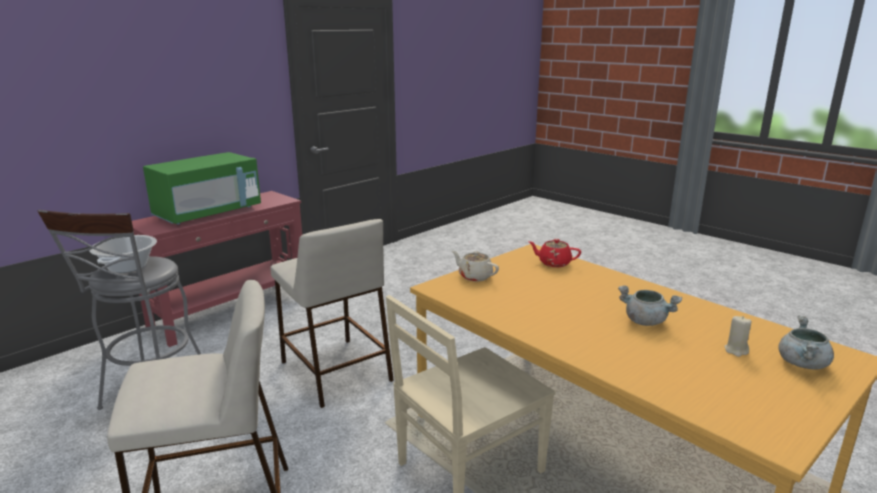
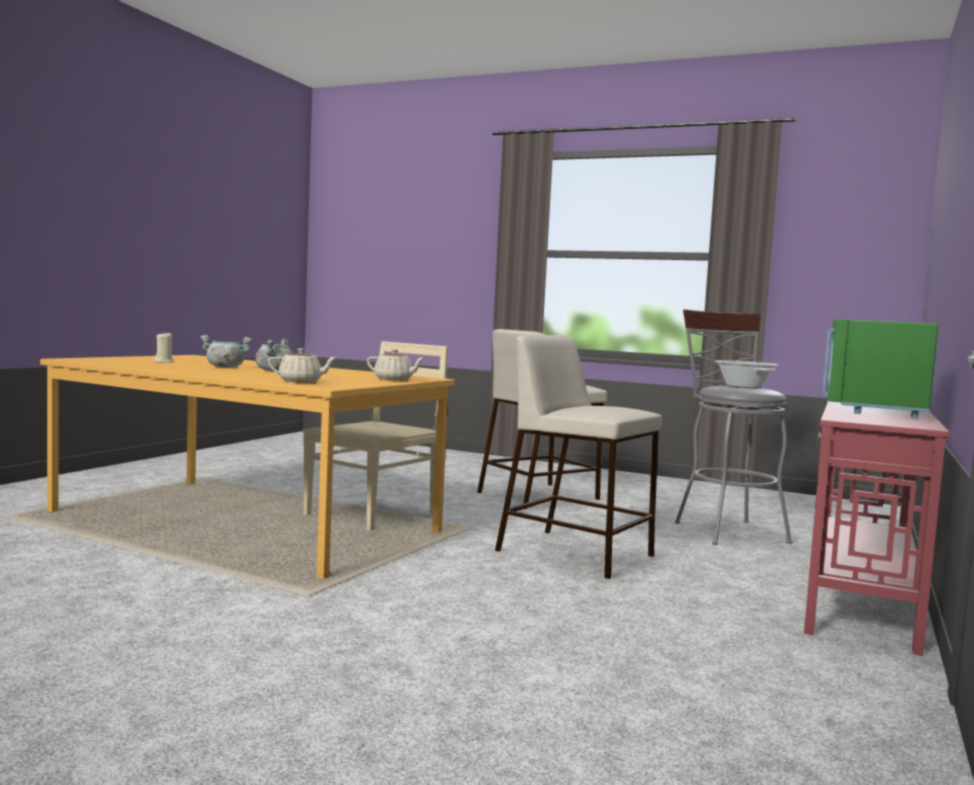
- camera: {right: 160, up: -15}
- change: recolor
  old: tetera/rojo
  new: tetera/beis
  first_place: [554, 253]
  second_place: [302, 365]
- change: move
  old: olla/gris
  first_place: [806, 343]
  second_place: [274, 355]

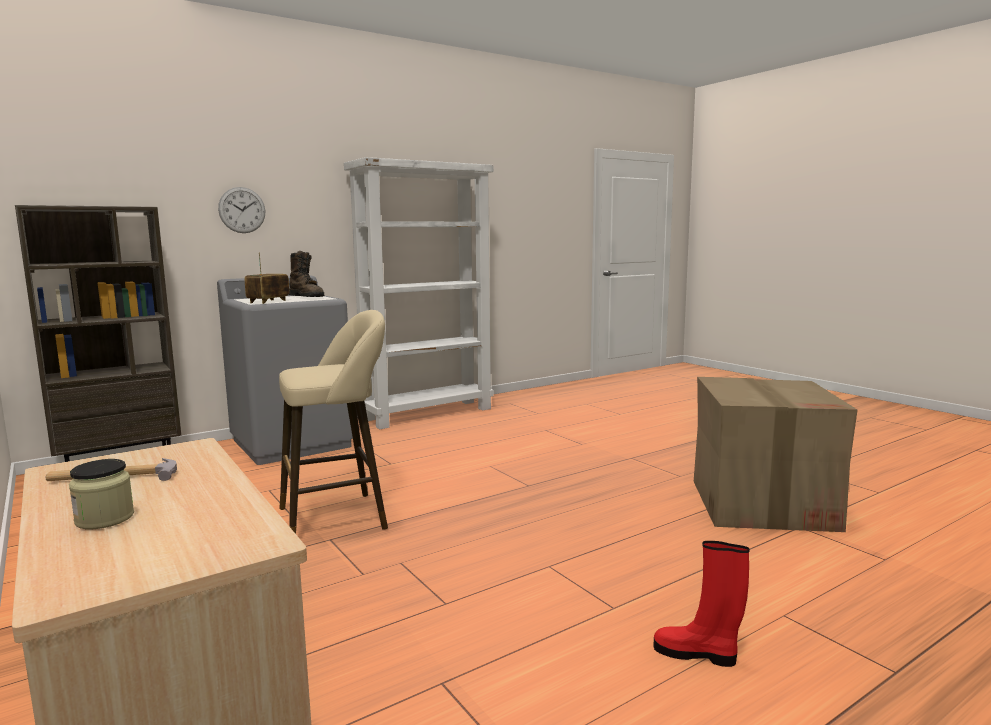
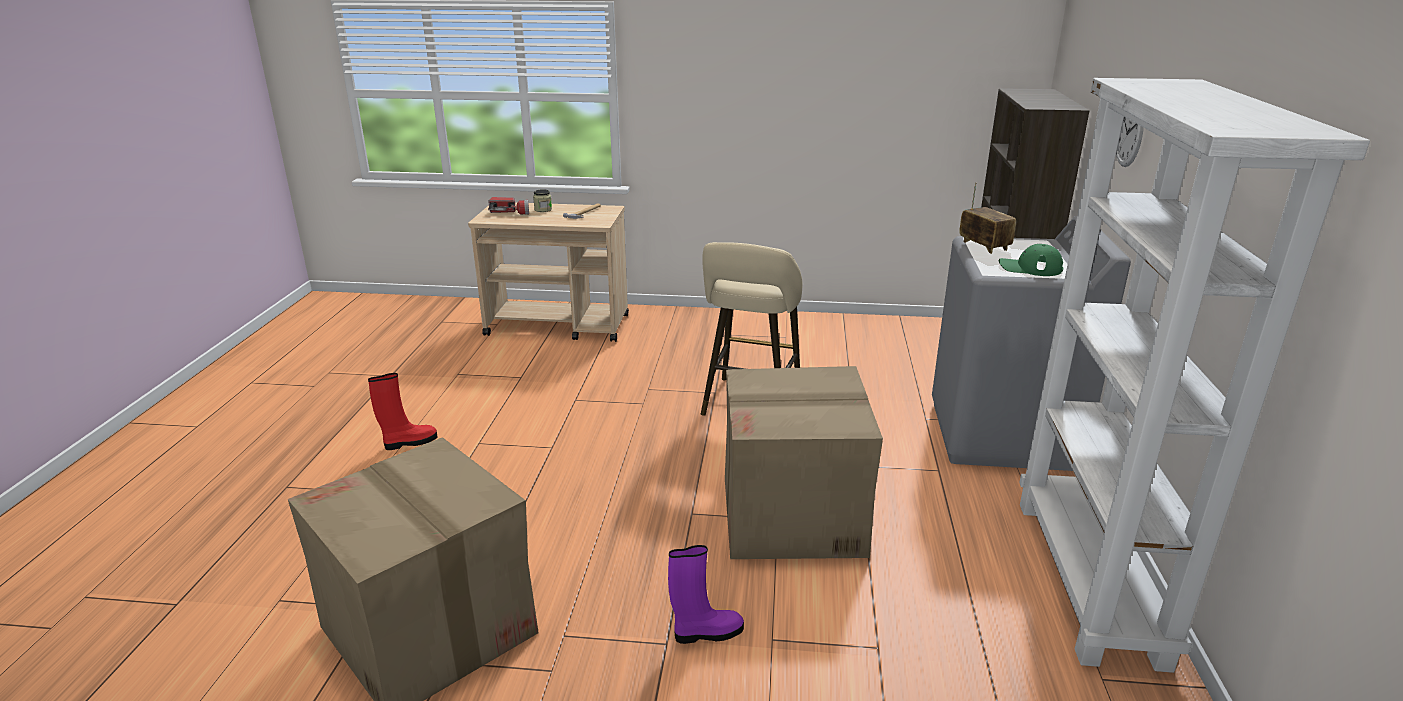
- camera: {right: 130, up: 15}
- change: replace
  old: bota/marrón
  new: gorra/verde
  first_place: [306, 274]
  second_place: [1031, 260]
- change: insert
  new: linterna
  second_place: [508, 206]
- change: insert
  new: caja de cartón
  second_place: [804, 462]
- change: insert
  new: bota/morado
  second_place: [706, 594]

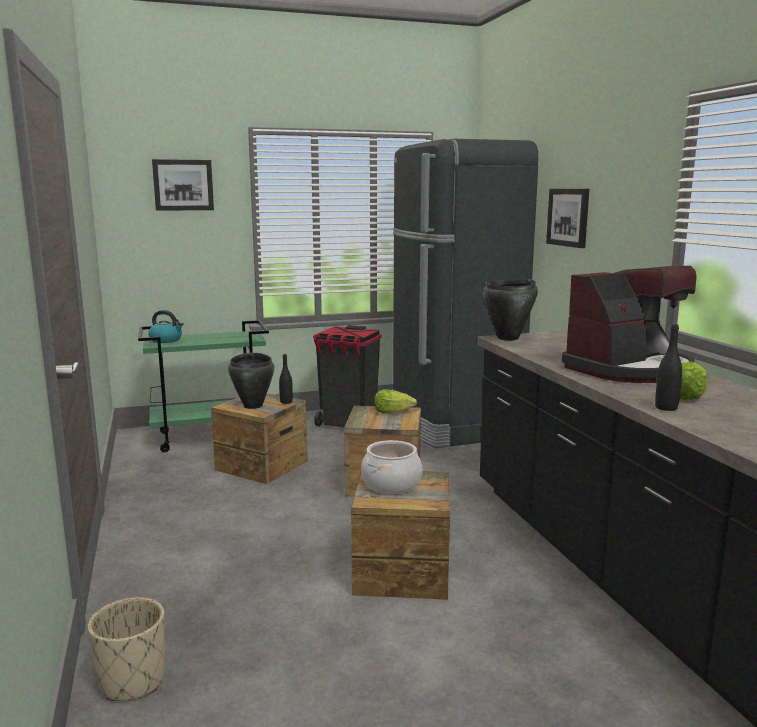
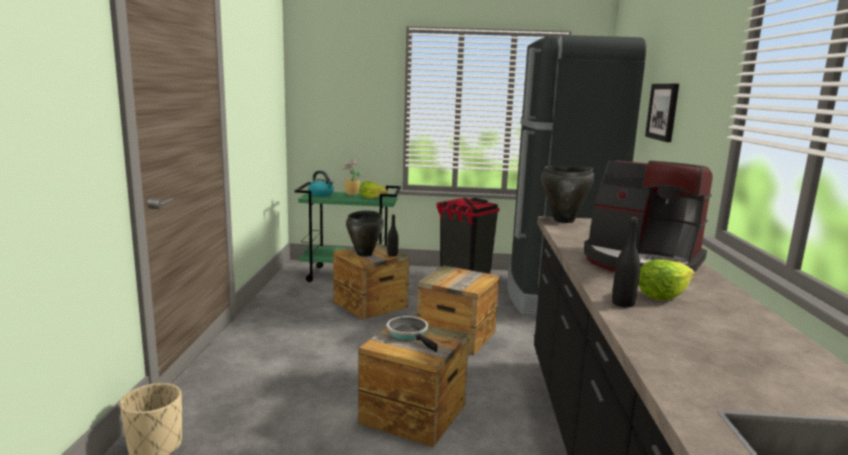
- camera: {right: 20, up: 0}
- change: delete
  old: cuadro
  first_place: [183, 185]
- change: rotate
  old: cafetera
  first_place: [629, 324]
  second_place: [648, 216]
  degrees: 45
- change: move
  old: lechuga
  first_place: [396, 401]
  second_place: [373, 189]
- change: replace
  old: olla
  new: sartén
  first_place: [391, 467]
  second_place: [412, 334]
- change: insert
  new: planta en maceta
  second_place: [352, 177]

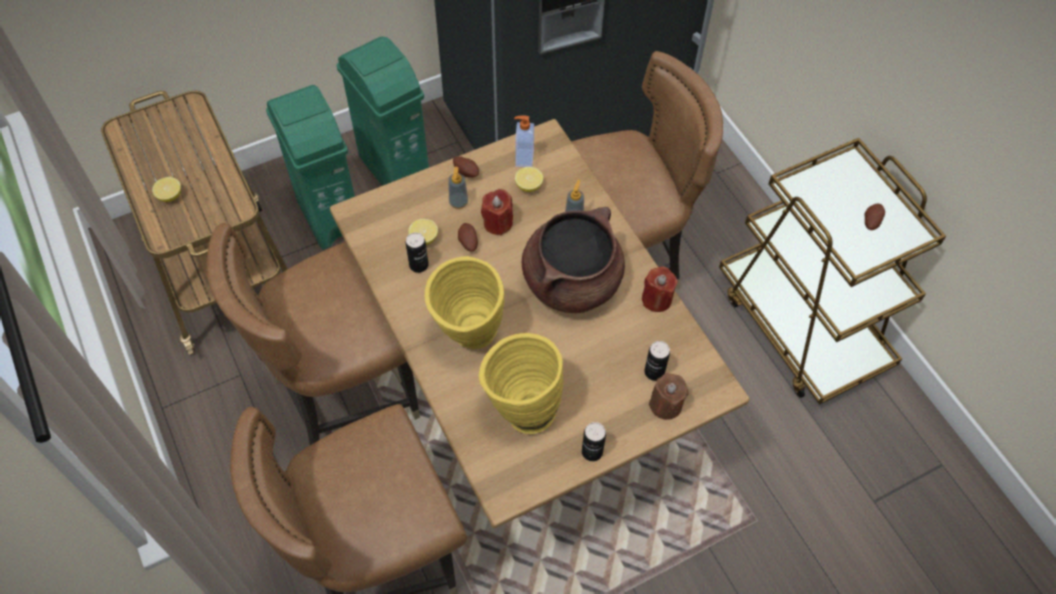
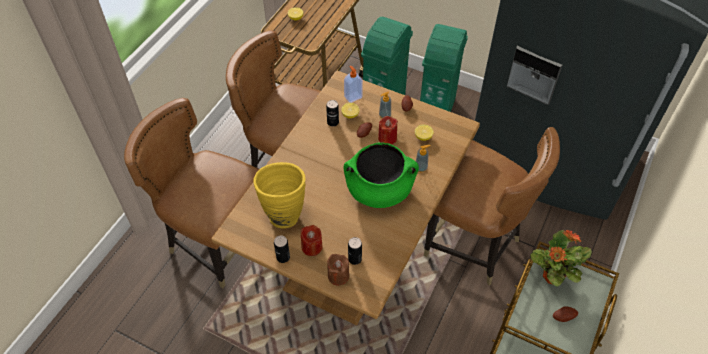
- camera: {right: 55, up: -5}
- change: move
  old: dispensador de jabón
  first_place: [524, 141]
  second_place: [353, 84]
- change: recolor
  old: olla/marrón
  new: olla/verde
  first_place: [573, 260]
  second_place: [381, 175]
- change: delete
  old: florero/amarillo
  first_place: [464, 302]
- change: move
  old: vela/rojo
  first_place: [660, 289]
  second_place: [311, 240]
- change: insert
  new: planta en maceta
  second_place: [561, 258]

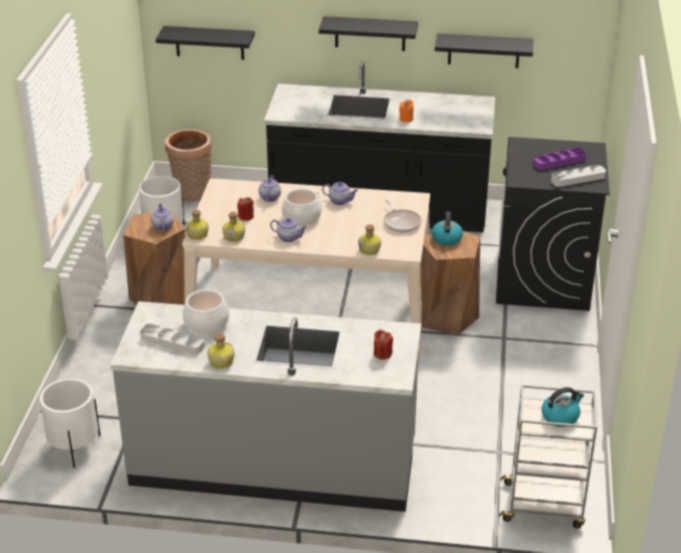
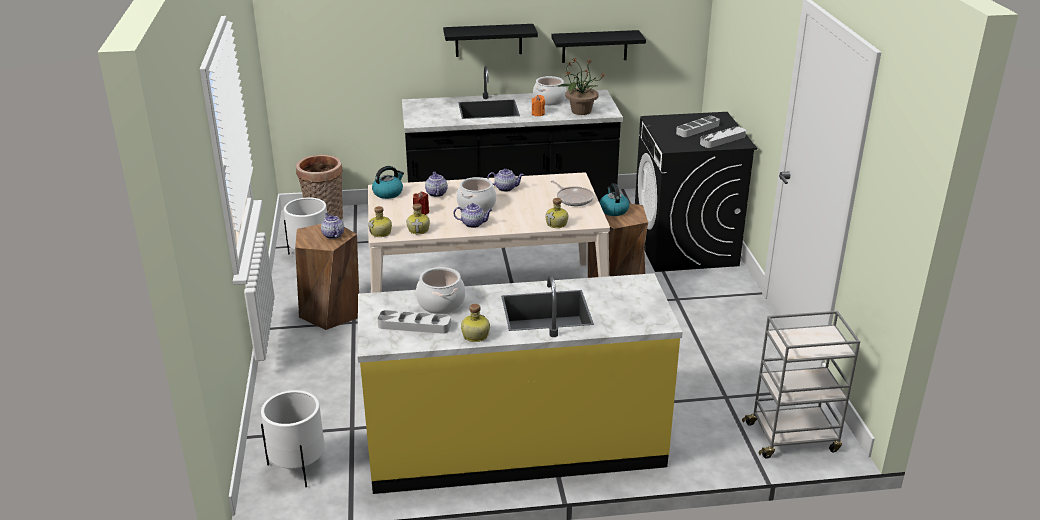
- camera: {right: -15, up: -5}
- change: delete
  old: estante/negro
  first_place: [205, 43]
- change: recolor
  old: bandeja/morado
  new: bandeja/gris
  first_place: [559, 159]
  second_place: [698, 126]
- change: recolor
  old: mueble bajo de cocina/gris
  new: mueble bajo de cocina/amarillo
  first_place: [265, 406]
  second_place: [520, 383]
- change: delete
  old: vela/rojo
  first_place: [383, 344]
- change: move
  old: hervidor
  first_place: [562, 407]
  second_place: [388, 182]
- change: insert
  new: planta en maceta
  second_place: [581, 86]
- change: insert
  new: olla
  second_place: [549, 90]

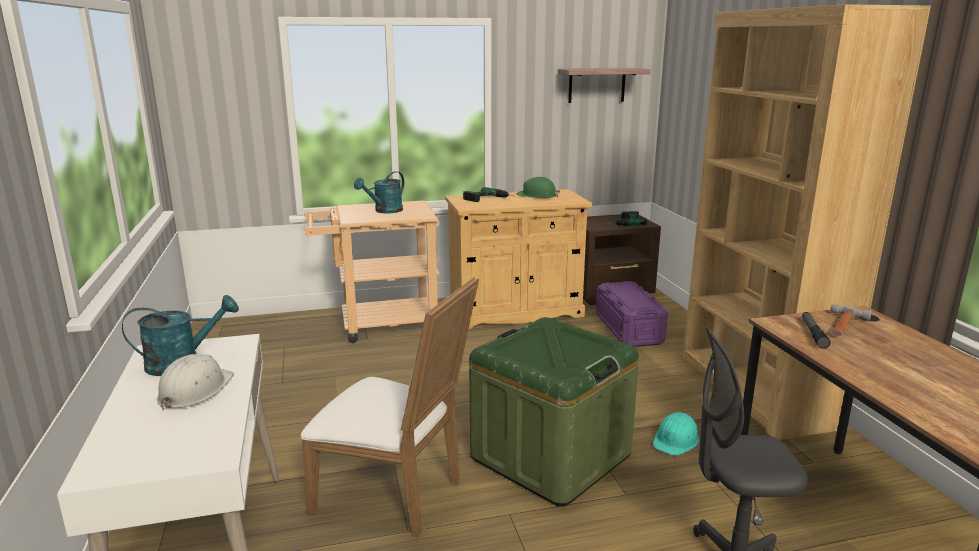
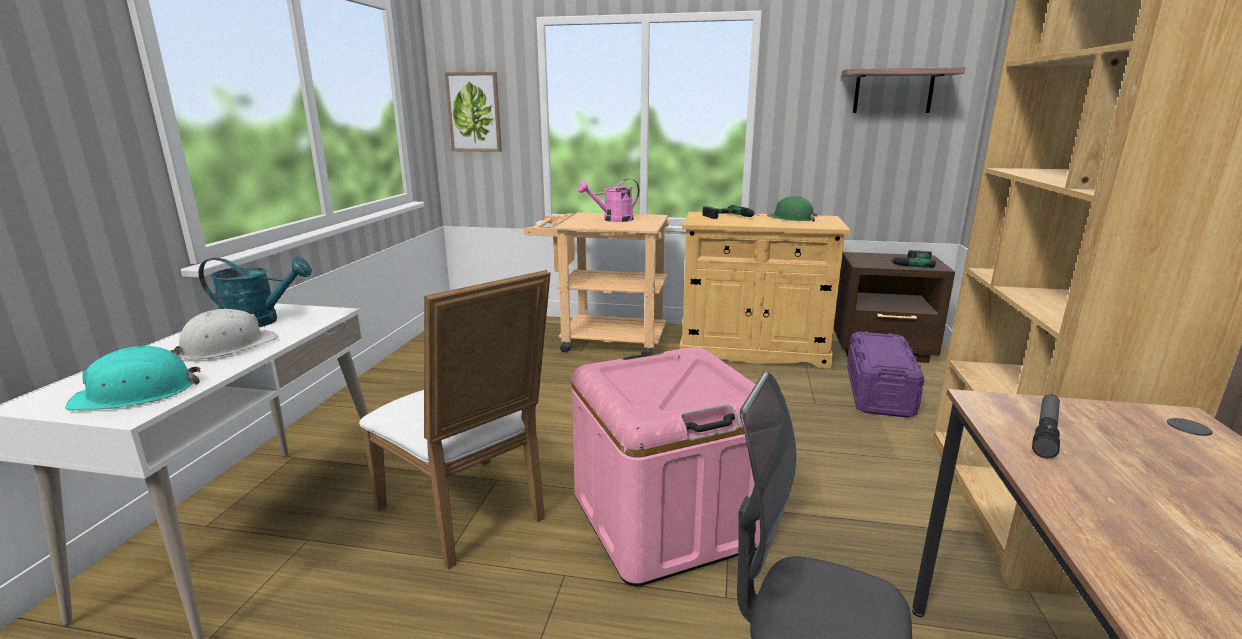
- camera: {right: 25, up: 0}
- change: recolor
  old: regadera/turquesa
  new: regadera/rosa
  first_place: [379, 192]
  second_place: [609, 200]
- change: delete
  old: martillo
  first_place: [851, 320]
- change: recolor
  old: caja de almacenaje/verde
  new: caja de almacenaje/rosa
  first_place: [554, 411]
  second_place: [665, 467]
- change: move
  old: casco/turquesa
  first_place: [676, 433]
  second_place: [132, 378]
- change: insert
  new: cuadro
  second_place: [473, 112]

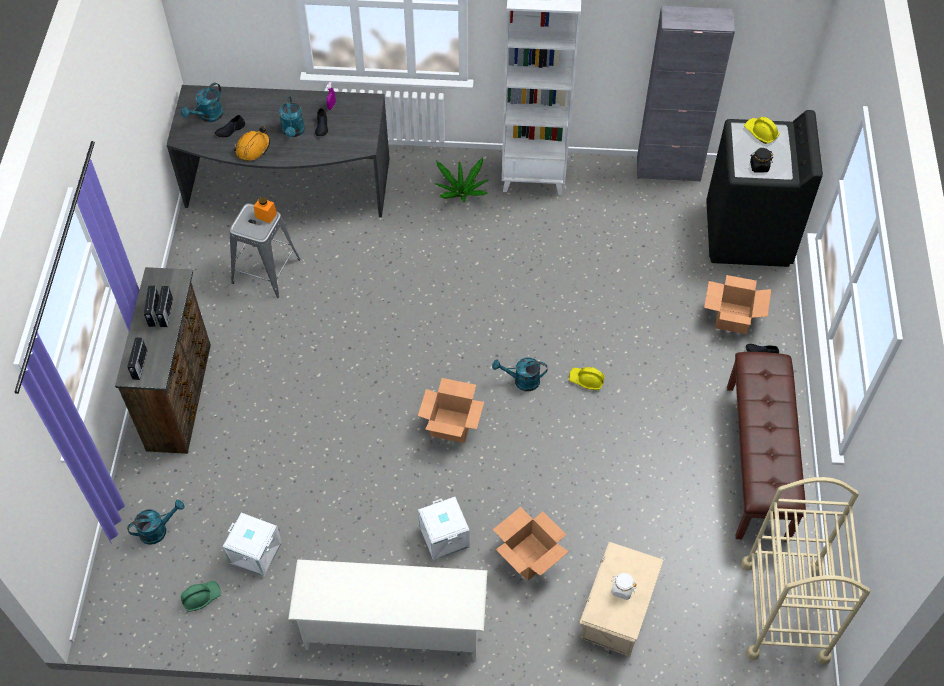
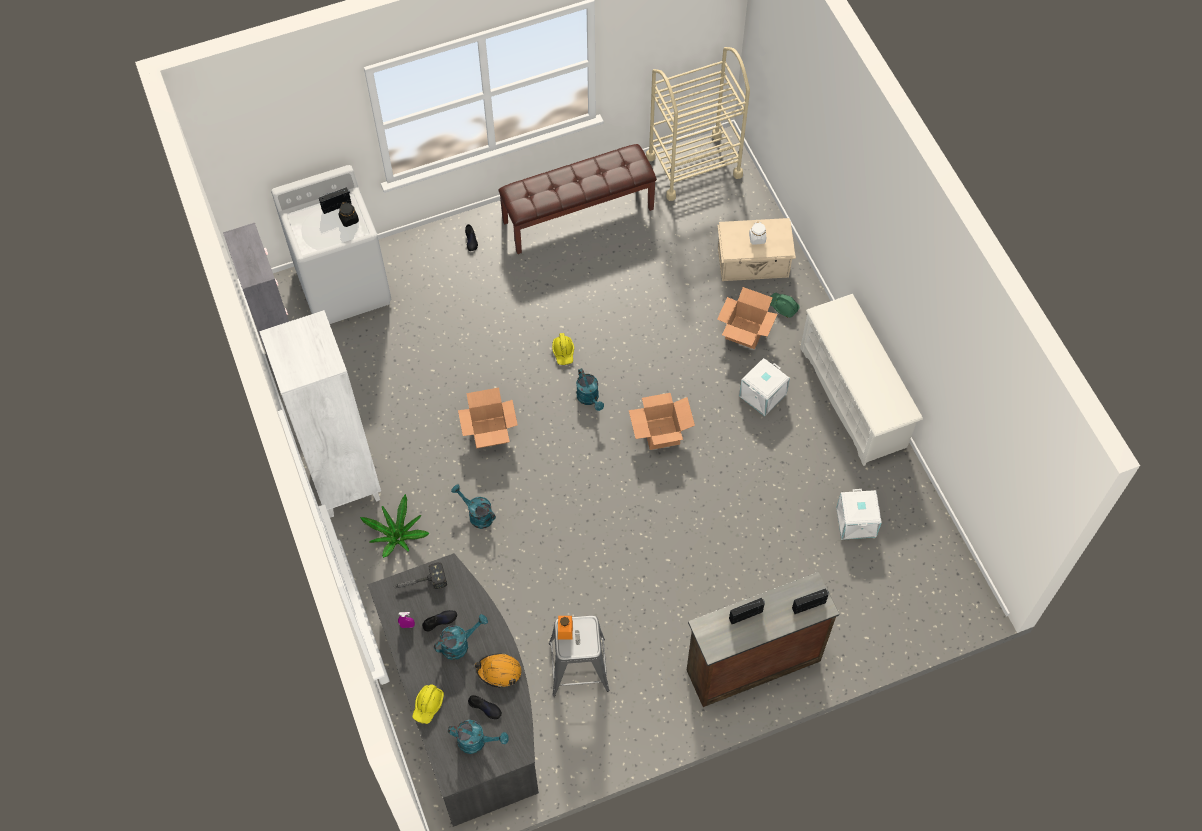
- camera: {right: -115, up: 5}
- change: recolor
  old: lavadora/negro
  new: lavadora/blanco
  first_place: [764, 188]
  second_place: [331, 244]
- change: move
  old: casco/amarillo
  first_place: [761, 130]
  second_place: [428, 704]
- change: move
  old: caja de cartón
  first_place: [737, 304]
  second_place: [488, 418]
- change: move
  old: radio
  first_place: [151, 306]
  second_place: [335, 200]
- change: move
  old: regadera/turquesa
  first_place: [156, 522]
  second_place: [473, 506]
- change: move
  old: casco/verde
  first_place: [200, 596]
  second_place: [785, 305]
- change: insert
  new: martillo
  second_place: [420, 575]

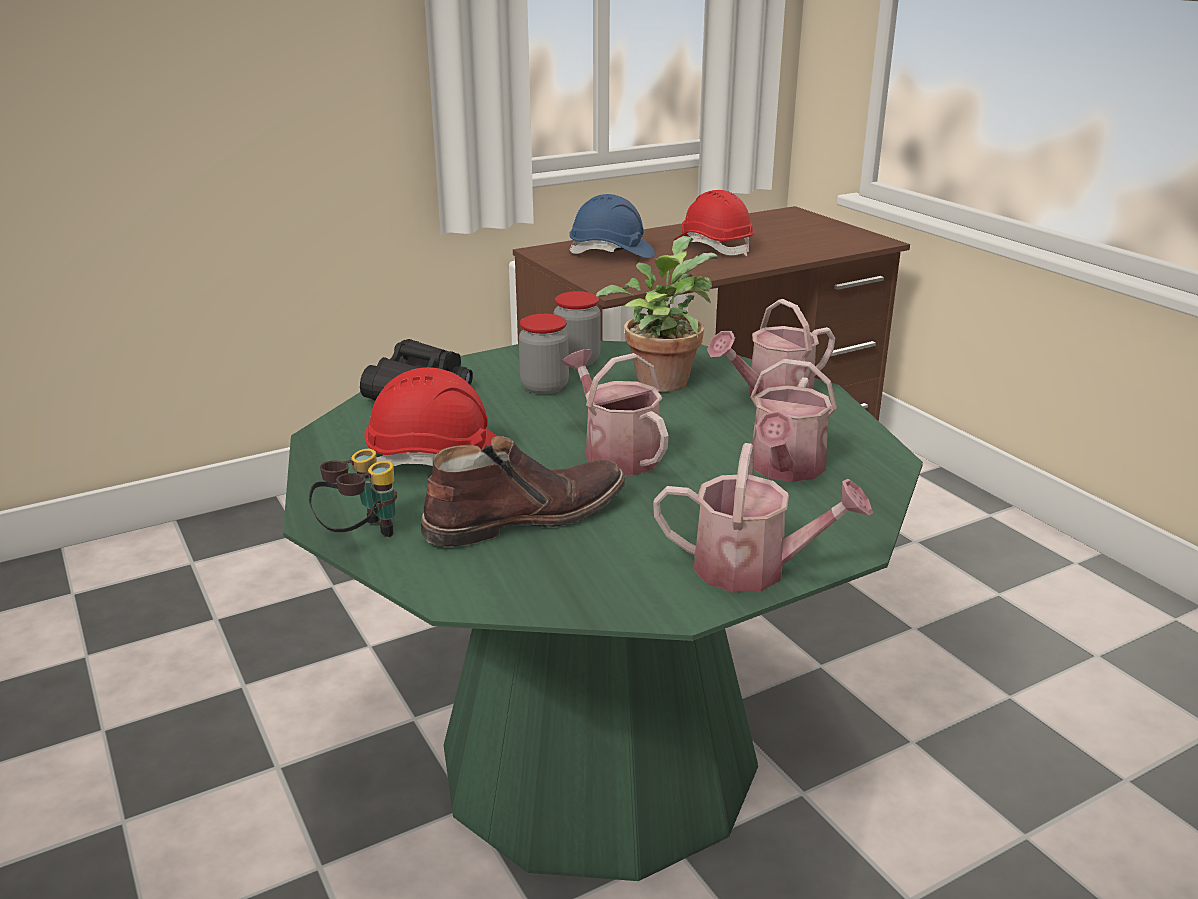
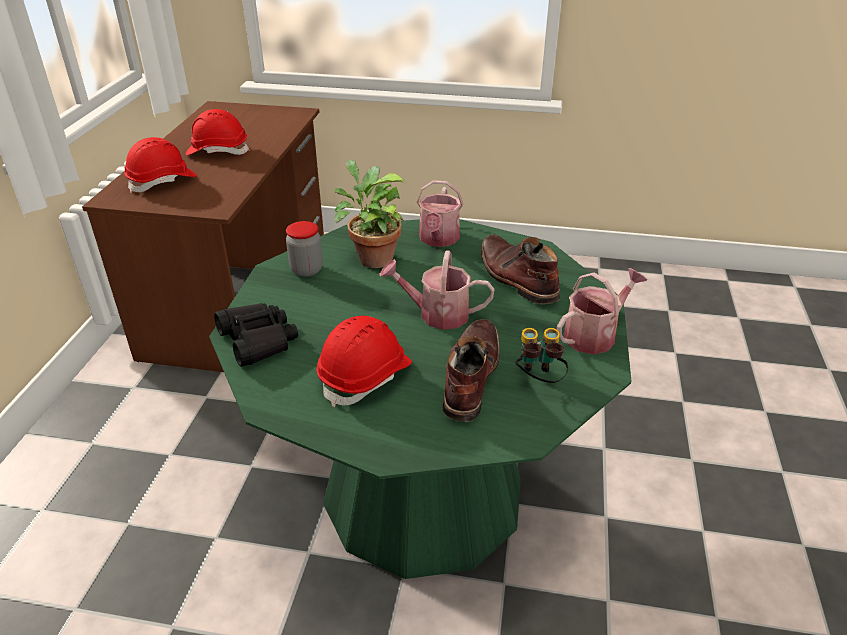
- camera: {right: -50, up: 10}
- change: recolor
  old: casco/azul
  new: casco/rojo
  first_place: [611, 226]
  second_place: [160, 165]
- change: delete
  old: tarro
  first_place: [544, 354]
- change: replace
  old: regadera
  new: bota/marrón
  first_place: [793, 420]
  second_place: [520, 269]
- change: move
  old: prismáticos
  first_place: [353, 493]
  second_place: [541, 355]

